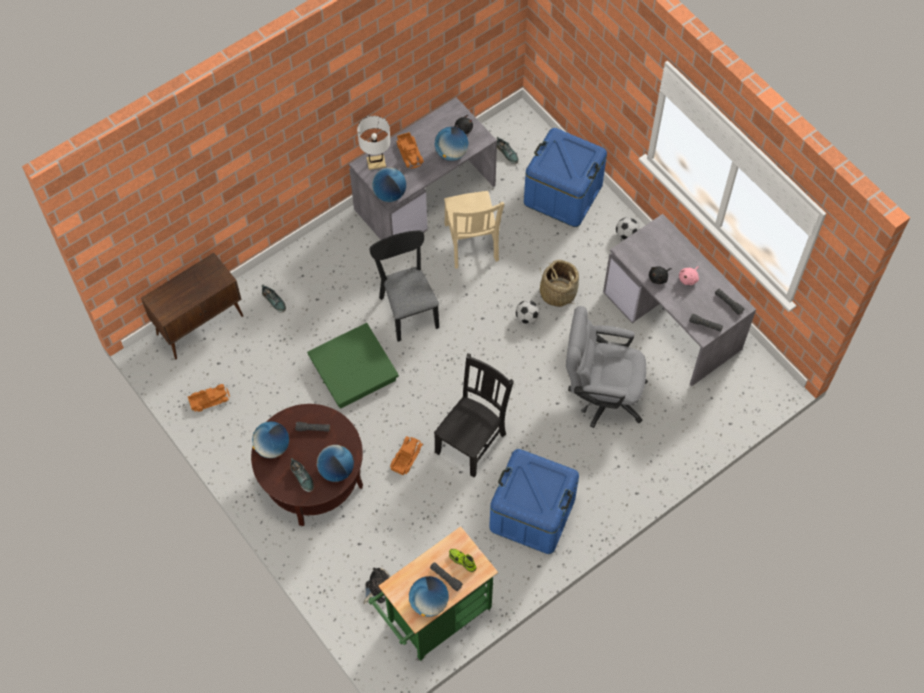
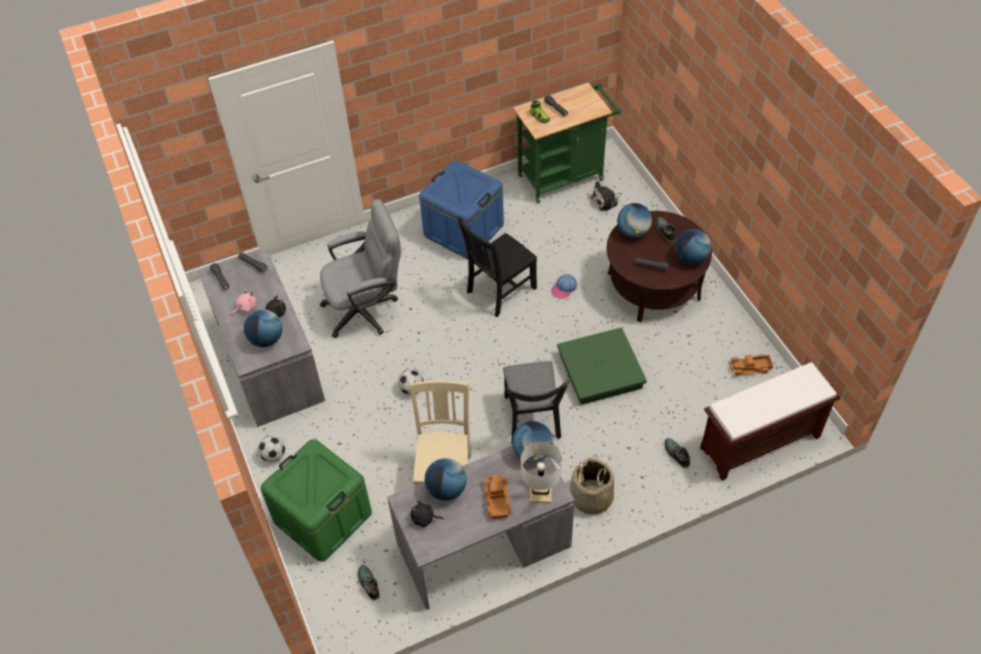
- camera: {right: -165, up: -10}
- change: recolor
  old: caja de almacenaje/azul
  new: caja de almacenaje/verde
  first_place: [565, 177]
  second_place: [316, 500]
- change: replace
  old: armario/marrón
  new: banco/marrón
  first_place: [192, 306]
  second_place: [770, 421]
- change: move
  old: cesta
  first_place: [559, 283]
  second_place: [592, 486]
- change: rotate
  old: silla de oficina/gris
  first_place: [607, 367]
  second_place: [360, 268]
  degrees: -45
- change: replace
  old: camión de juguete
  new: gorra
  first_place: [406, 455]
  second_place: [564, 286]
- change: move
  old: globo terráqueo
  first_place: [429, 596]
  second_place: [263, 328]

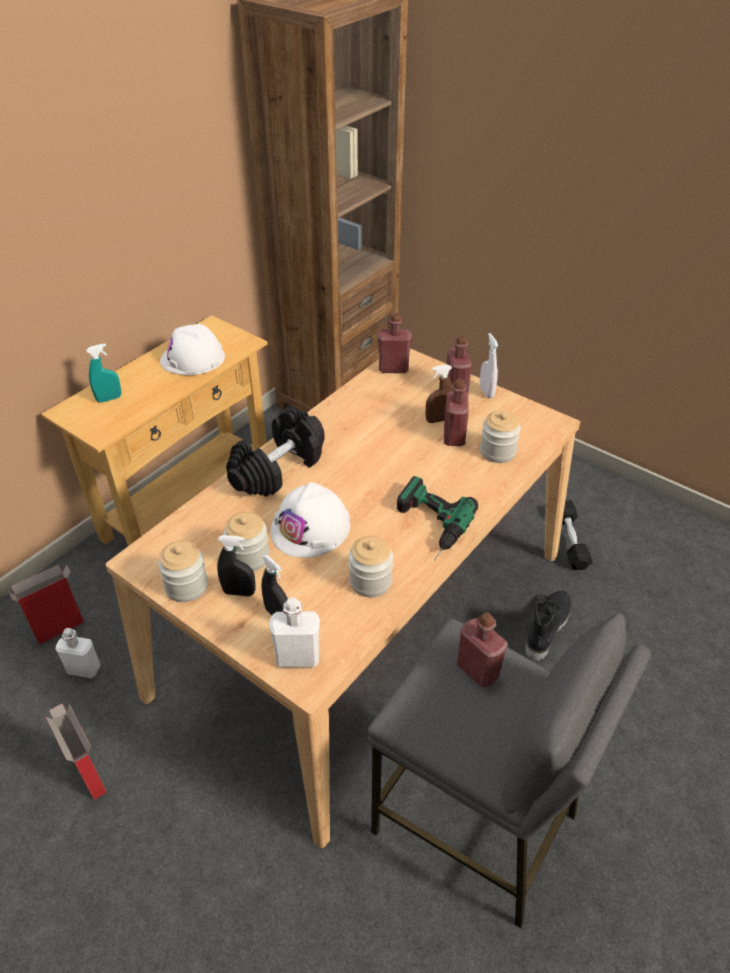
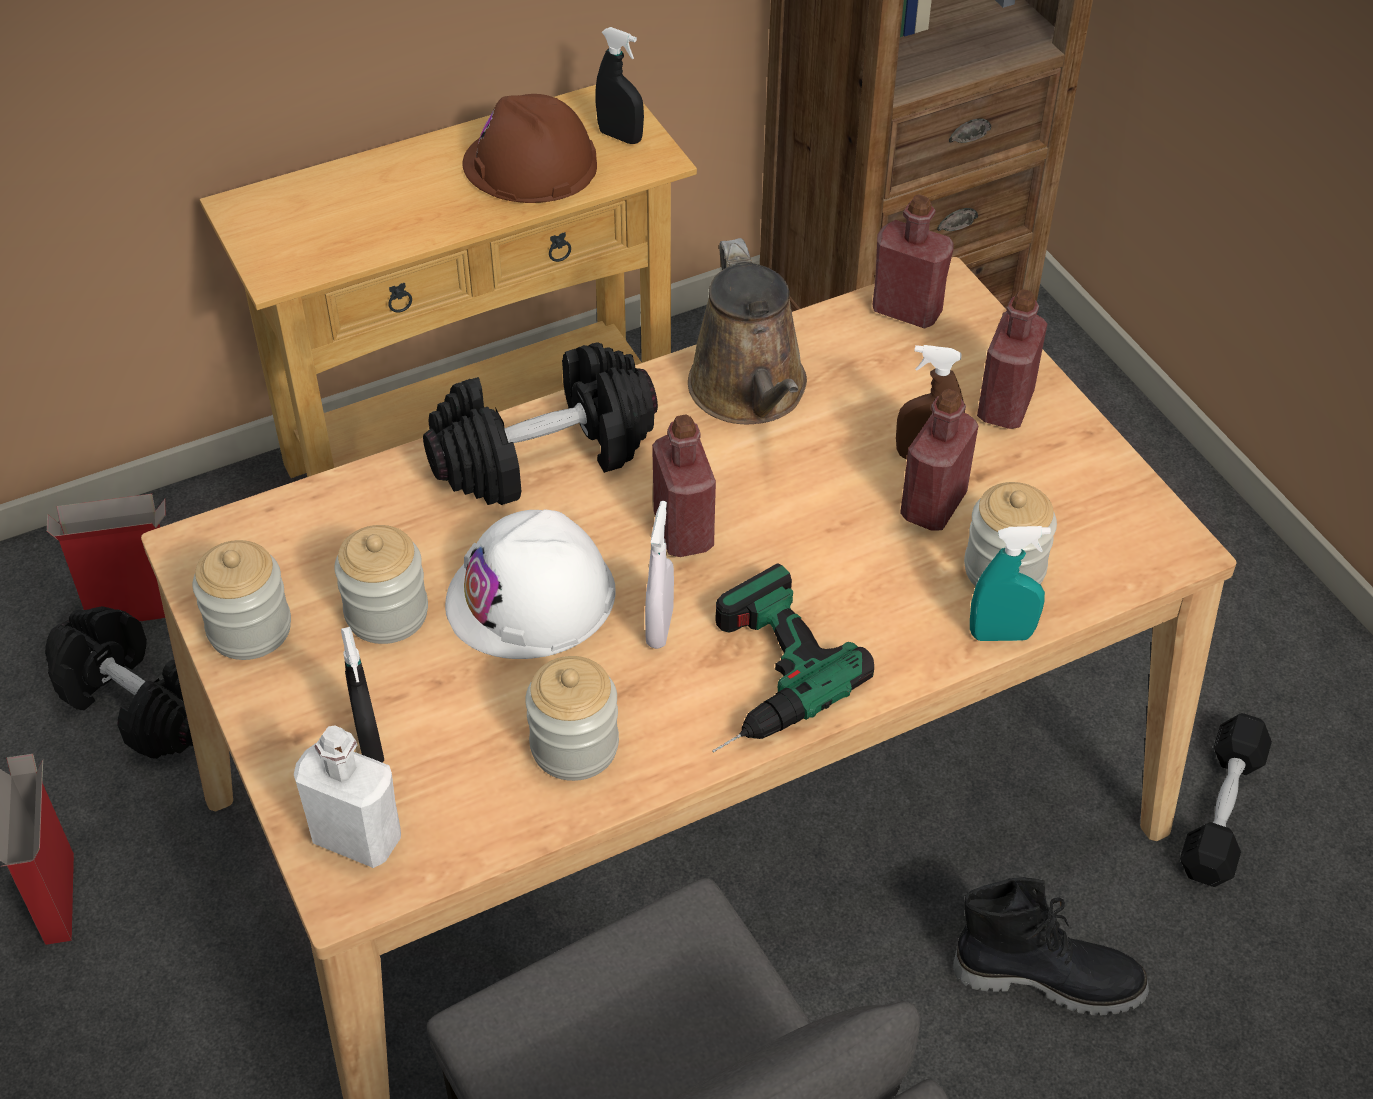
- camera: {right: 25, up: 5}
- change: recolor
  old: casco/blanco
  new: casco/marrón
  first_place: [192, 349]
  second_place: [530, 148]
- change: move
  old: pulverizador/blanco
  first_place: [489, 366]
  second_place: [659, 575]
- change: move
  old: pulverizador/turquesa
  first_place: [103, 373]
  second_place: [1010, 583]
- change: move
  old: pulverizador/negro
  first_place: [236, 565]
  second_place: [619, 85]
- change: rotate
  old: bota/negro
  first_place: [548, 626]
  second_place: [1051, 946]
  degrees: 45
- change: move
  old: botella/rojo
  first_place: [482, 649]
  second_place: [684, 486]
- change: replace
  old: botella/blanco
  new: mancuerna/negro
  first_place: [78, 653]
  second_place: [119, 682]
- change: insert
  new: regadera/marrón
  second_place: [747, 331]

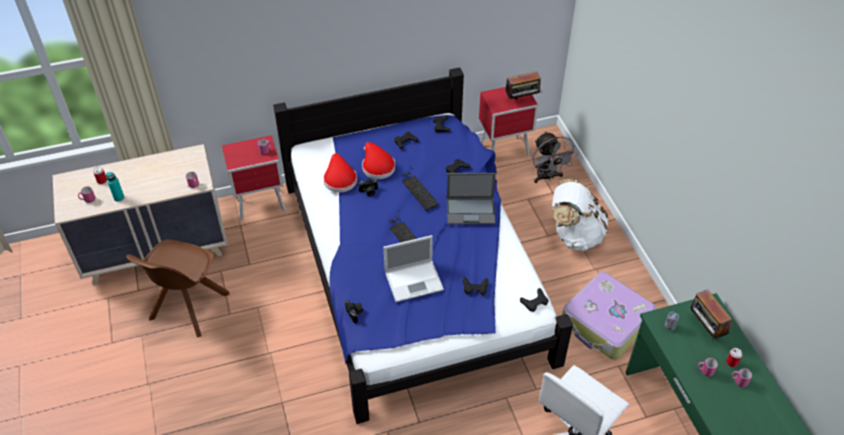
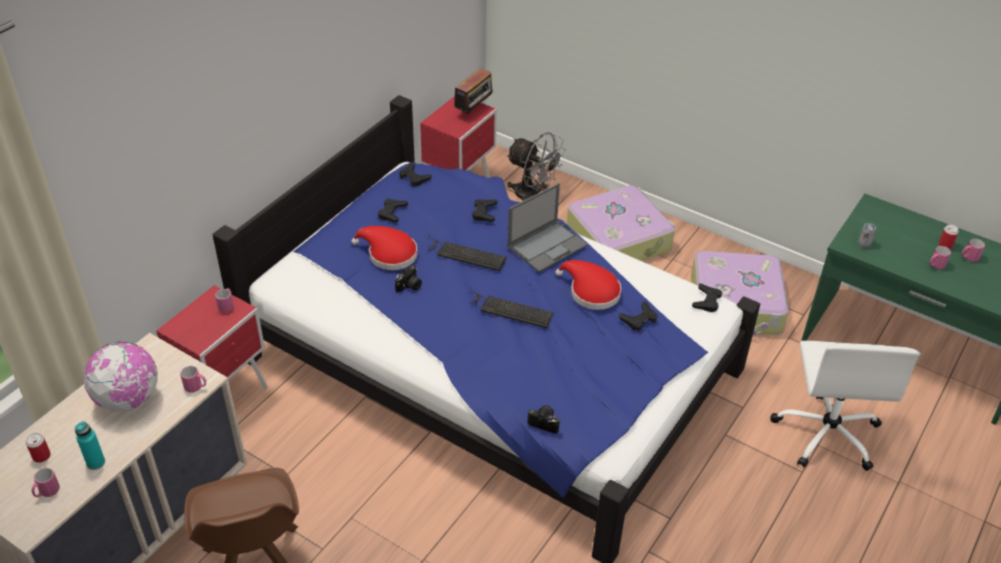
- camera: {right: -40, up: -5}
- change: move
  old: sombrero/rojo
  first_place: [340, 173]
  second_place: [588, 285]
- change: replace
  old: mochila/blanco
  new: maleta
  first_place: [580, 215]
  second_place: [621, 223]
- change: delete
  old: portátil
  first_place: [414, 268]
- change: delete
  old: radio
  first_place: [711, 315]
- change: insert
  new: globo terráqueo
  second_place: [120, 377]

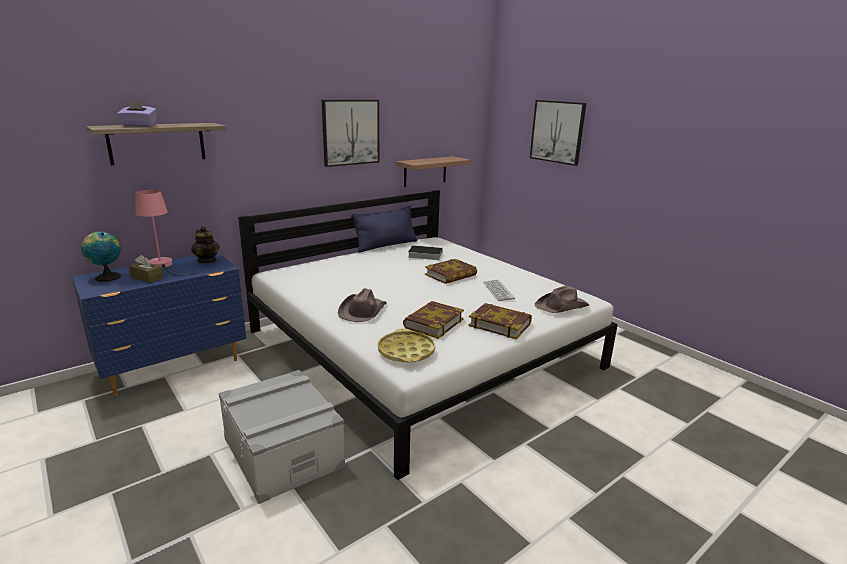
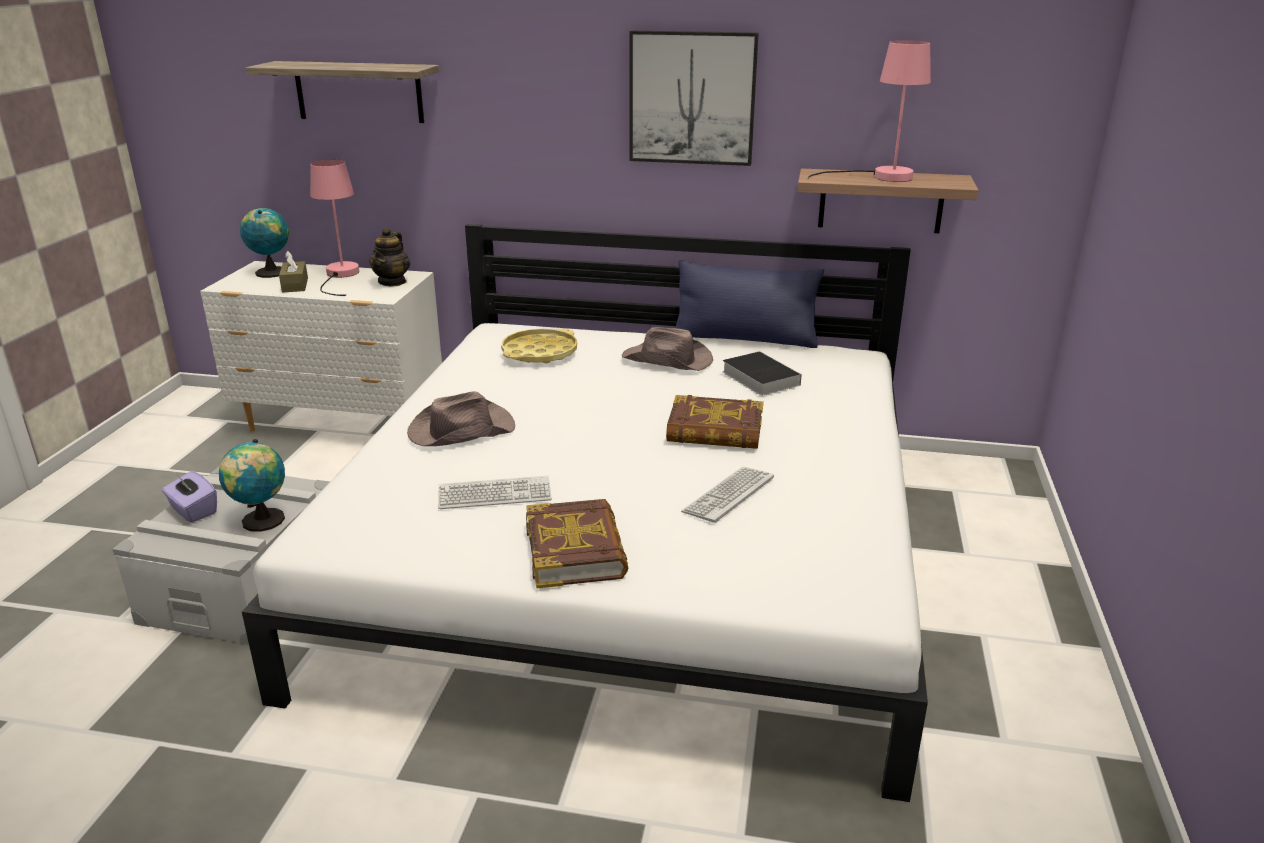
- camera: {right: 50, up: 5}
- change: move
  old: caja de pañuelos/morado
  first_place: [137, 113]
  second_place: [189, 497]
- change: delete
  old: cuadro
  first_place: [558, 133]
- change: recolor
  old: cómoda/azul
  new: cómoda/blanco
  first_place: [159, 325]
  second_place: [321, 346]
- change: move
  old: sombrero/marrón
  first_place: [562, 299]
  second_place: [667, 349]
- change: replace
  old: libro
  new: teclado
  first_place: [433, 320]
  second_place: [495, 492]
- change: move
  old: bandeja/amarillo
  first_place: [407, 345]
  second_place: [539, 346]
- change: insert
  new: lámpara de mesa/rosa
  second_place: [869, 111]
- change: insert
  new: globo terráqueo
  second_place: [252, 485]

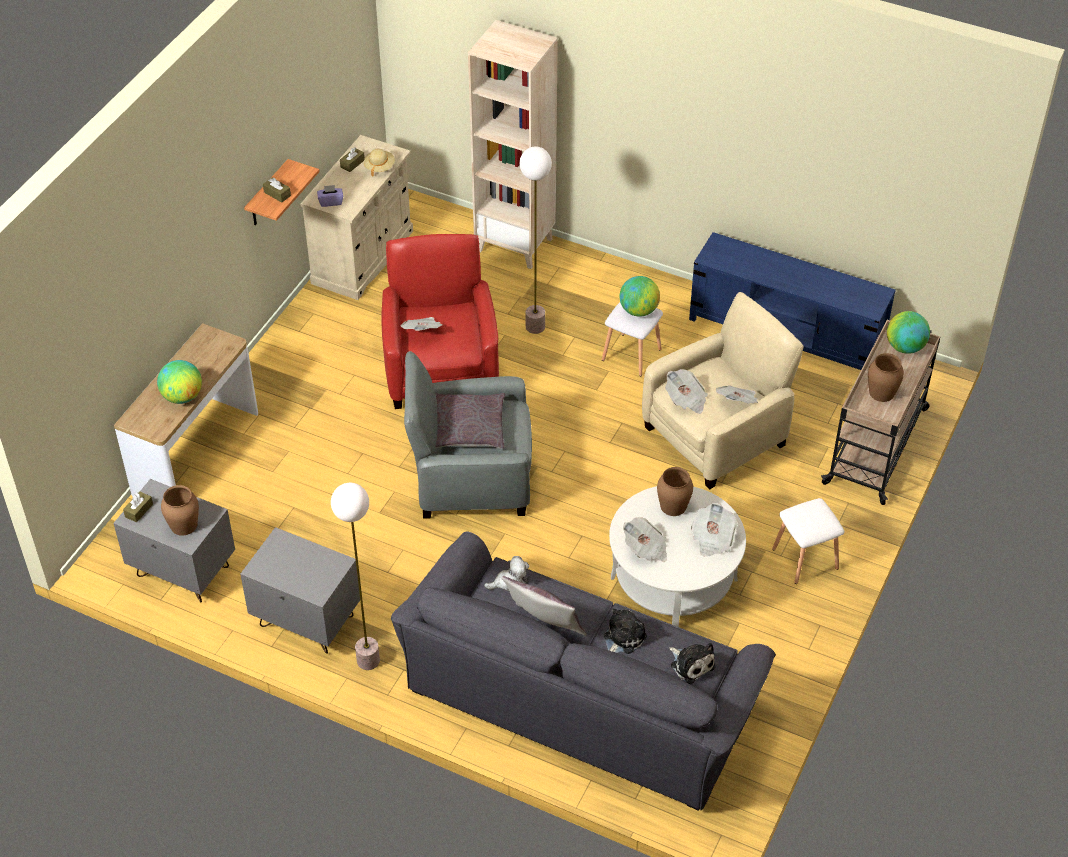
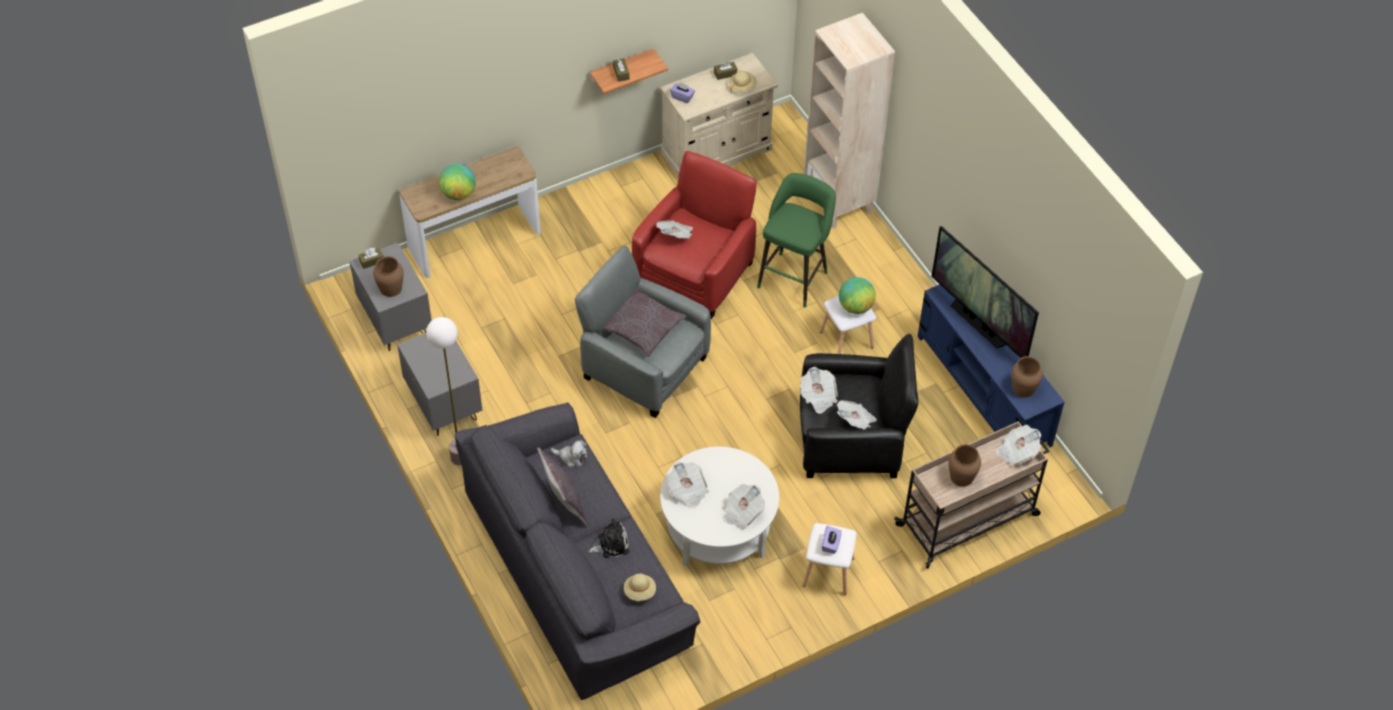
- camera: {right: 35, up: 5}
- change: replace
  old: lámpara de pie
  new: taburete/verde
  first_place: [535, 240]
  second_place: [796, 240]
- change: recolor
  old: sillón/beis
  new: sillón/negro
  first_place: [723, 390]
  second_place: [859, 406]
- change: replace
  old: globo terráqueo
  new: periódico
  first_place: [908, 332]
  second_place: [1019, 446]
- change: move
  old: florero/marrón
  first_place: [675, 491]
  second_place: [1027, 377]
- change: replace
  old: peluche
  new: sombrero/beis
  first_place: [692, 663]
  second_place: [640, 587]
- change: insert
  new: televisor
  second_place: [985, 292]
- change: insert
  new: caja de pañuelos/morado
  second_place: [832, 540]

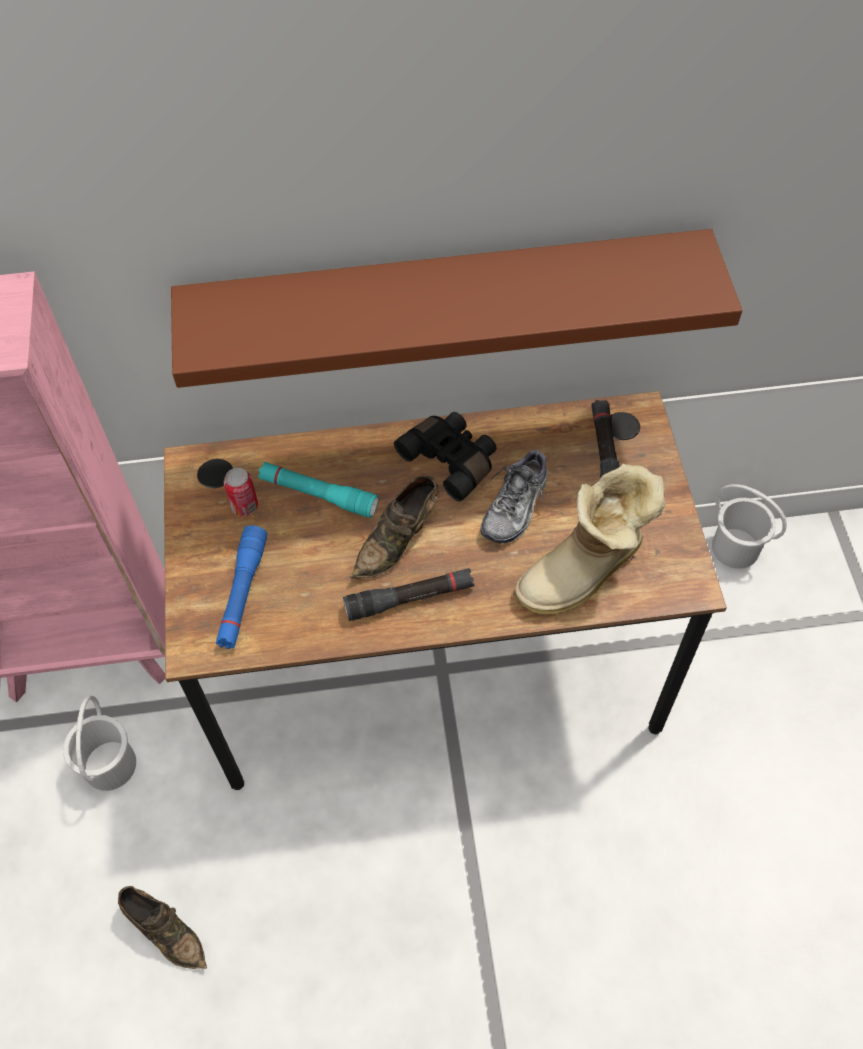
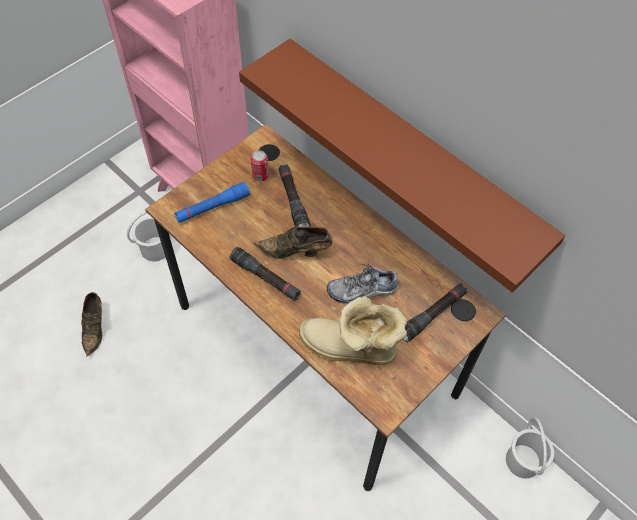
- camera: {right: 50, up: 0}
- change: delete
  old: prismáticos/negro
  first_place: [445, 457]
- change: recolor
  old: linterna/turquesa
  new: linterna/negro
  first_place: [318, 490]
  second_place: [294, 195]

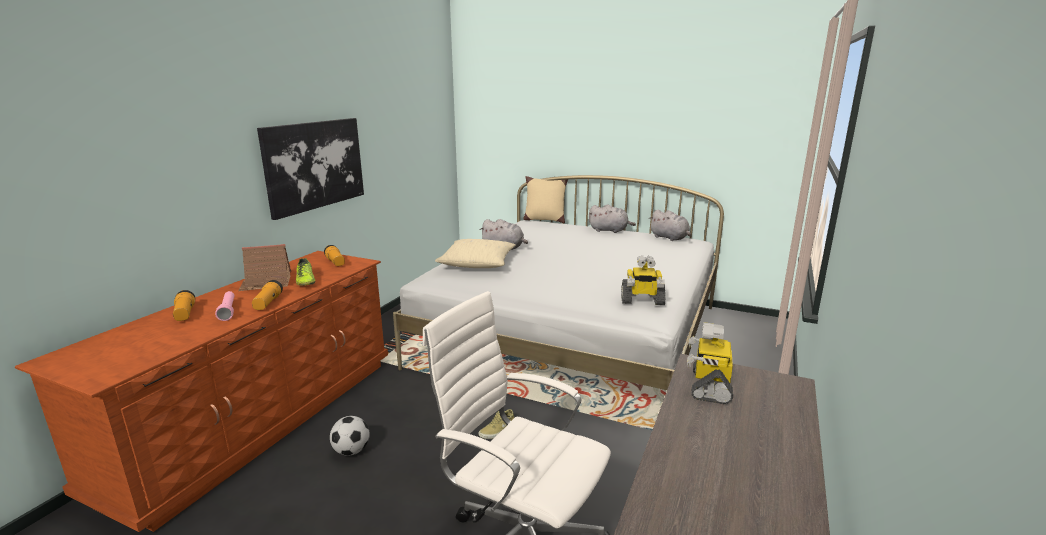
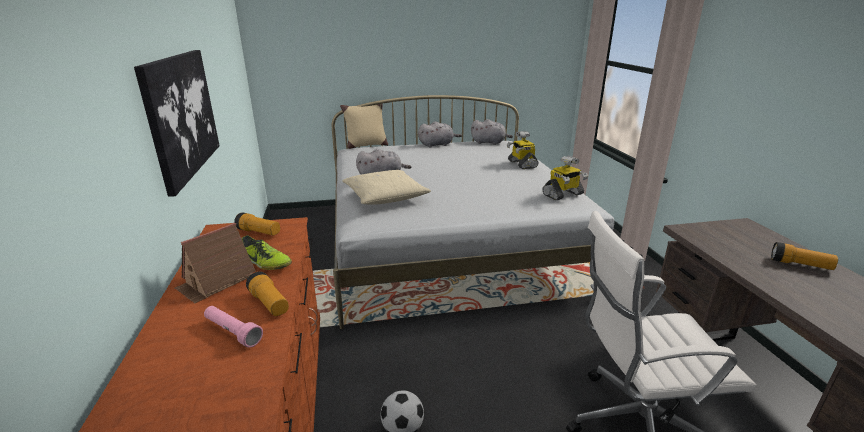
- camera: {right: -35, up: 5}
- change: move
  old: linterna
  first_place: [184, 305]
  second_place: [804, 256]
- change: move
  old: robot de juguete
  first_place: [710, 363]
  second_place: [523, 150]
- change: delete
  old: zapato/beis
  first_place: [496, 424]

